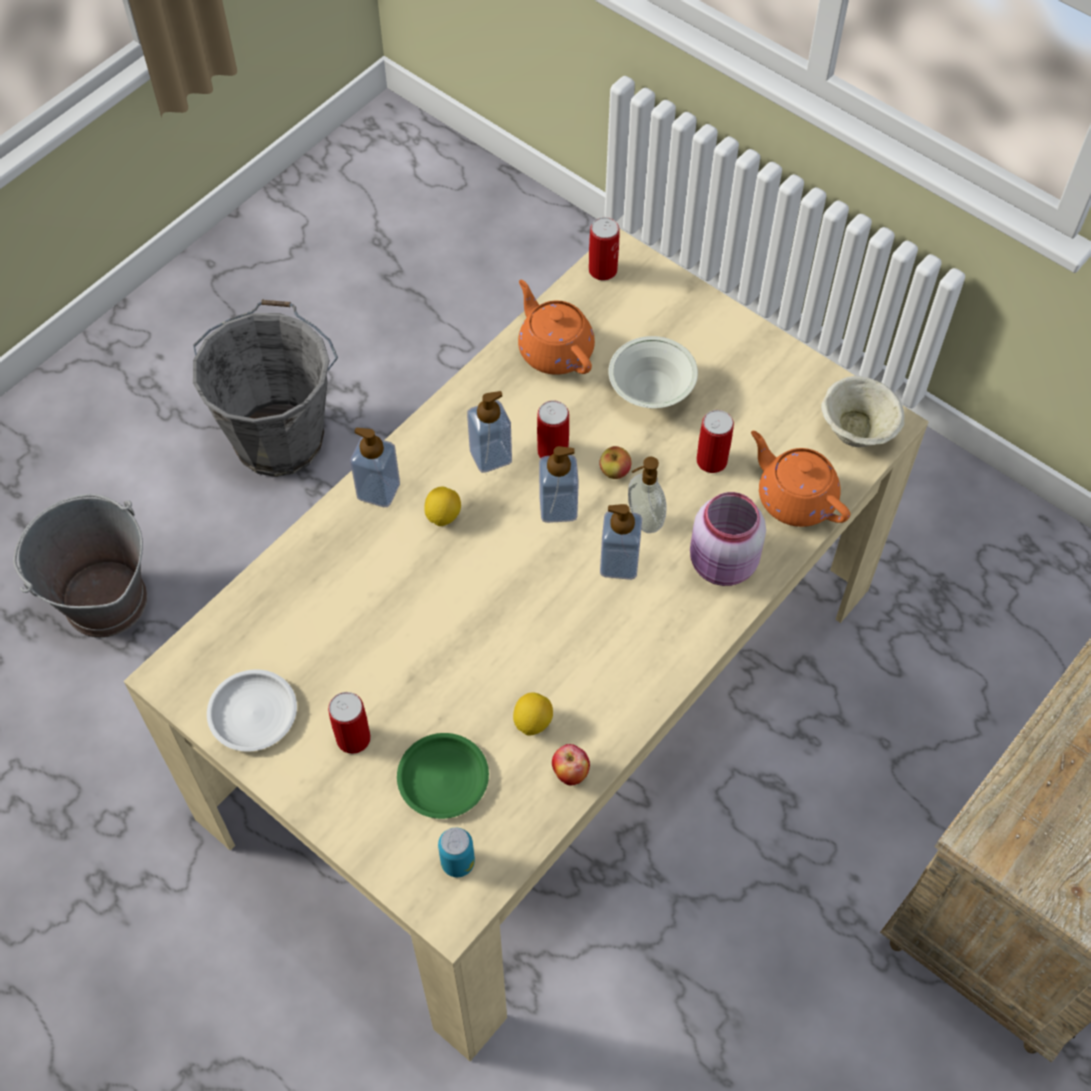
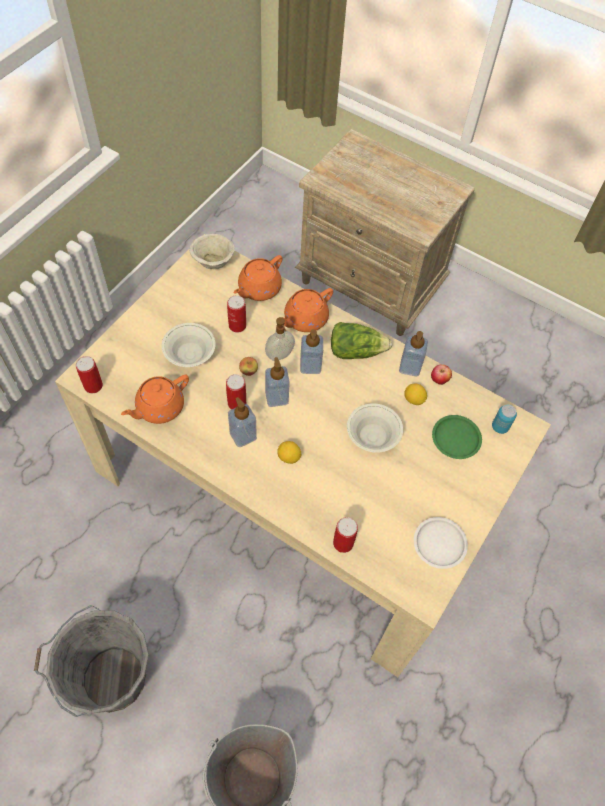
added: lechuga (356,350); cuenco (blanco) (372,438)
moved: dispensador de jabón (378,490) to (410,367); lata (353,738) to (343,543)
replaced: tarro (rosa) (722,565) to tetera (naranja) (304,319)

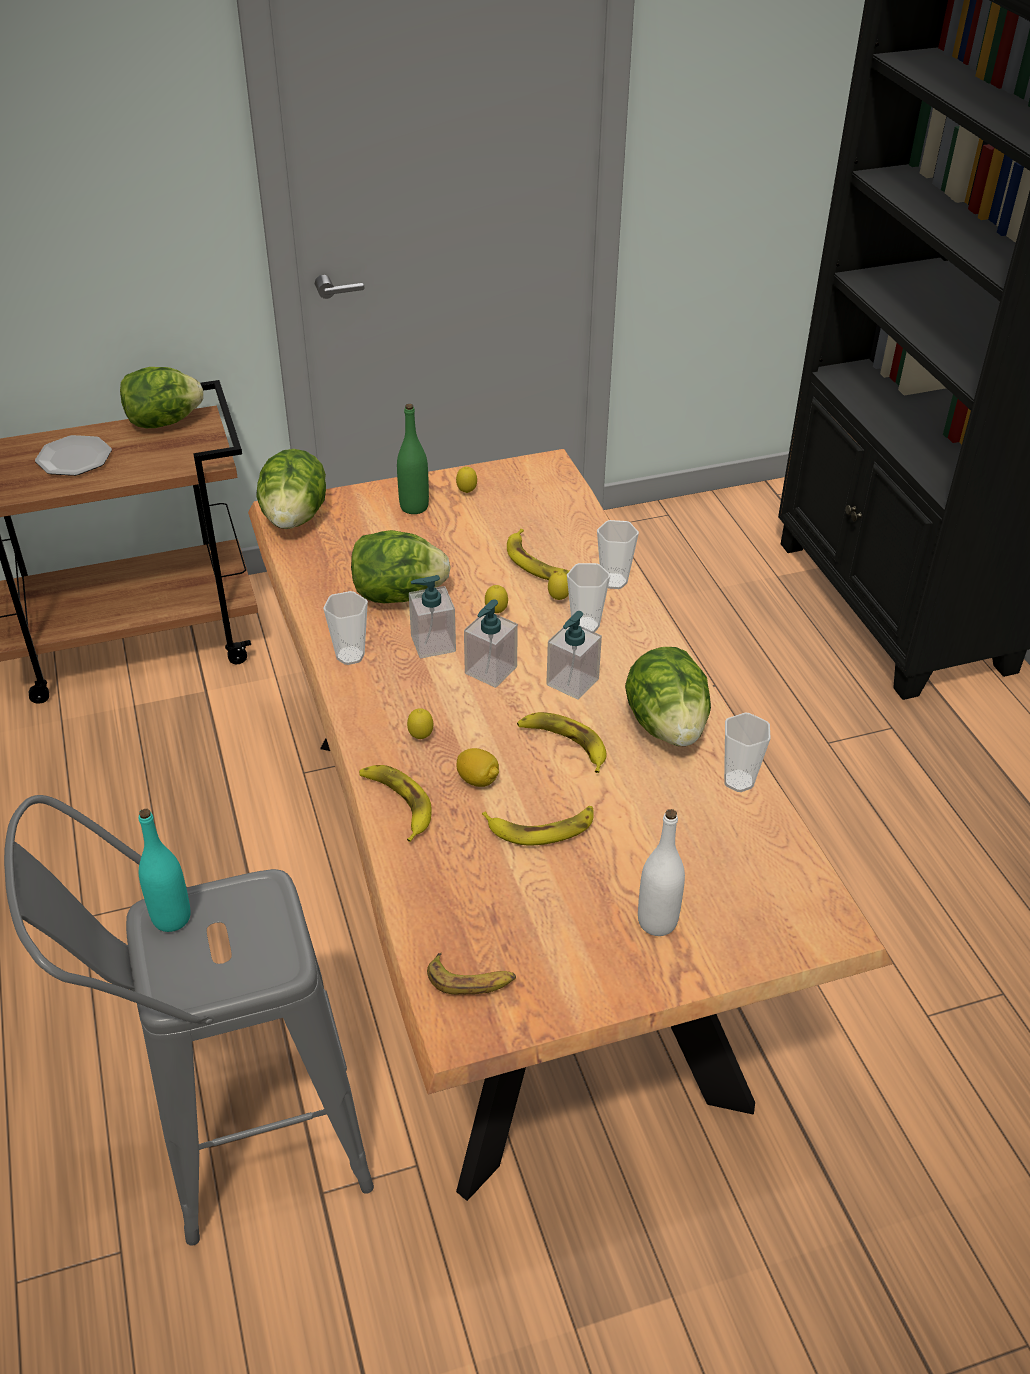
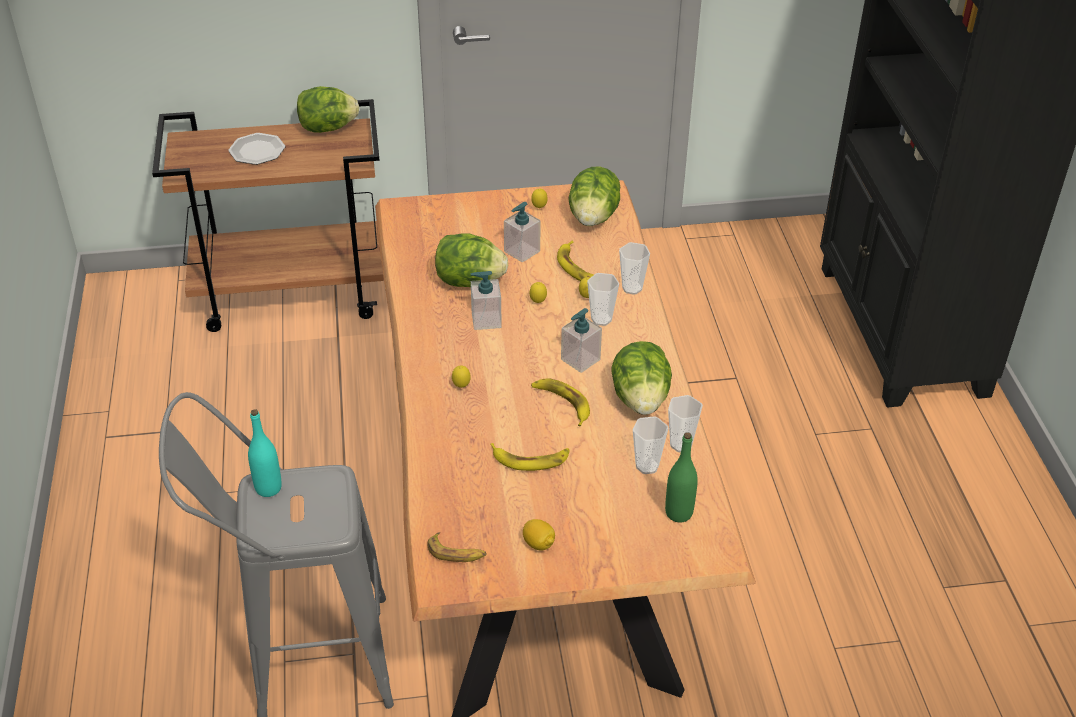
removed: plátano (397,803); botella (blanco) (657,921)
moved: botella (verde) (414,507) to (678,513); lechuga (294,518) to (593,218); taza (350,655) to (647,466); dispensador de jabón (490,670) to (522,251); limón (478,780) to (538,544)

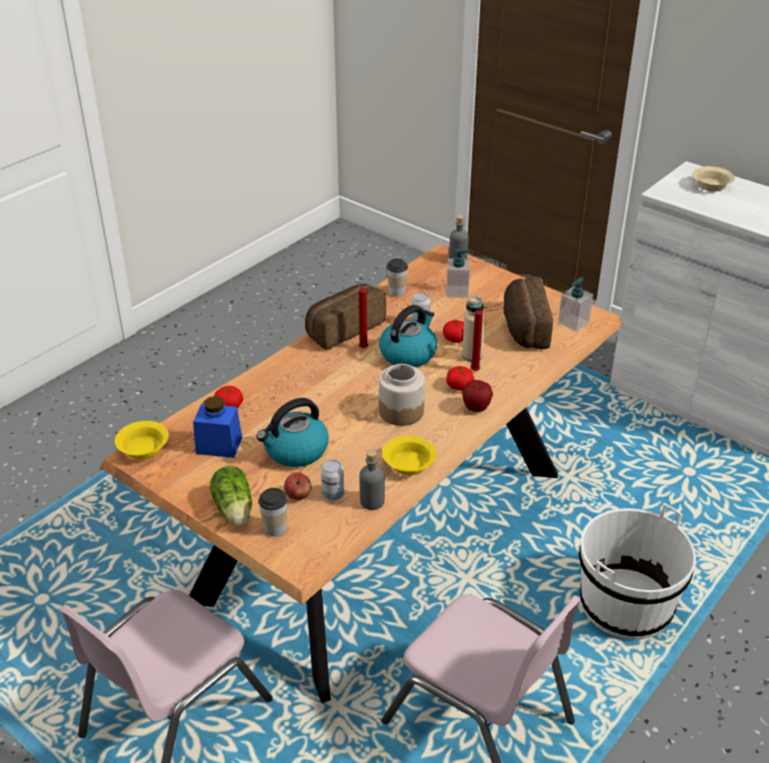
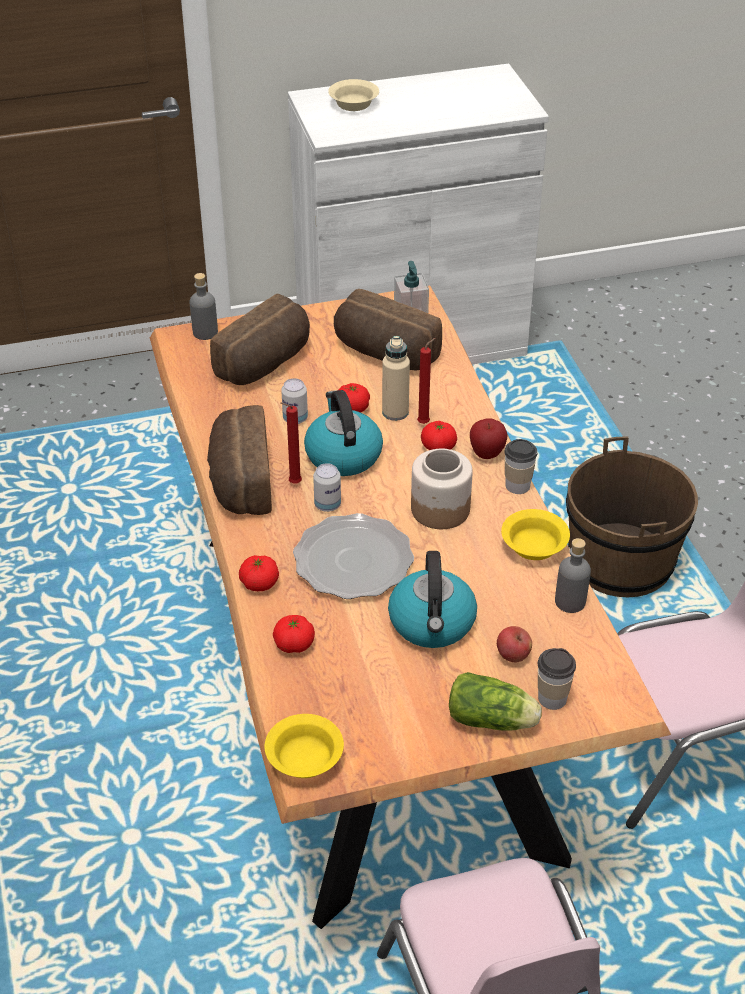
removed: tarro (azul) (219,445)
added: plato (353,560); tomate (259,583)
moved: taza (397,292) to (517,486); lata (333,494) to (327,505)
replaced: dispensador de jabón (457,291) to pan (266,363)
recoloured: cubo (blanco) (626,605) to cubo (marrón) (621,562)

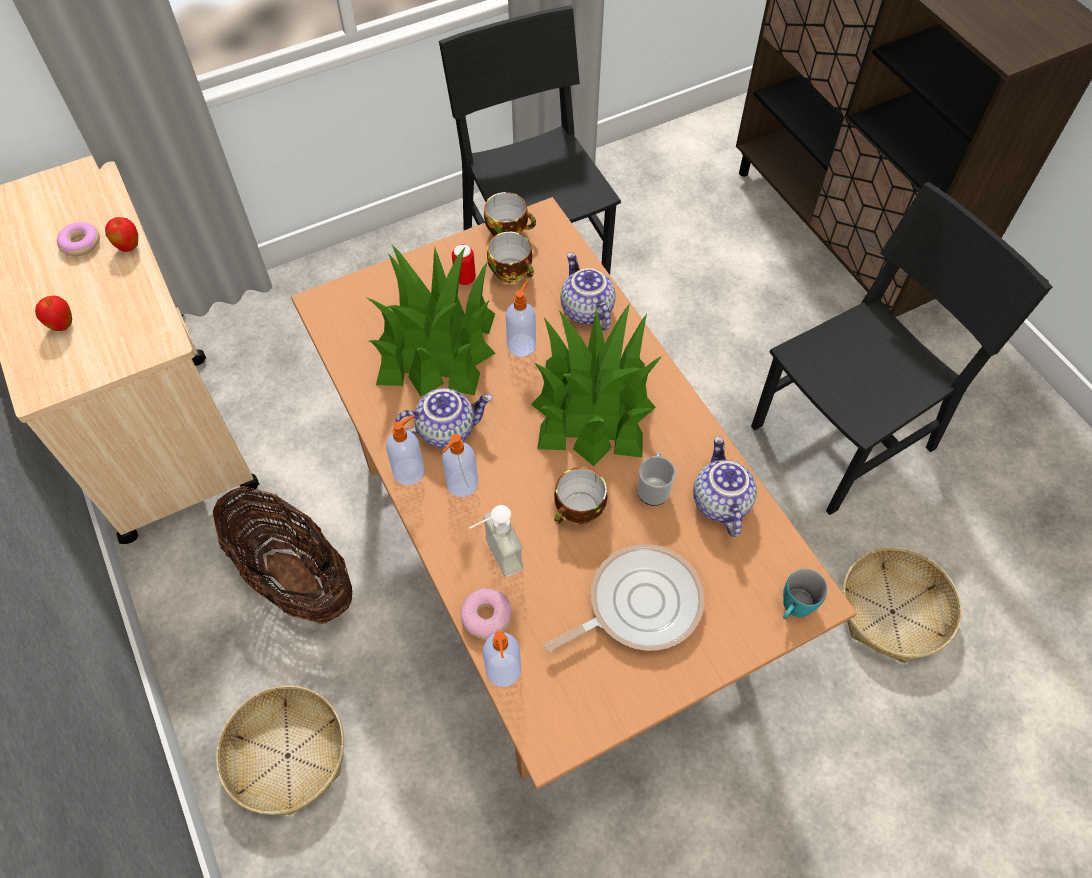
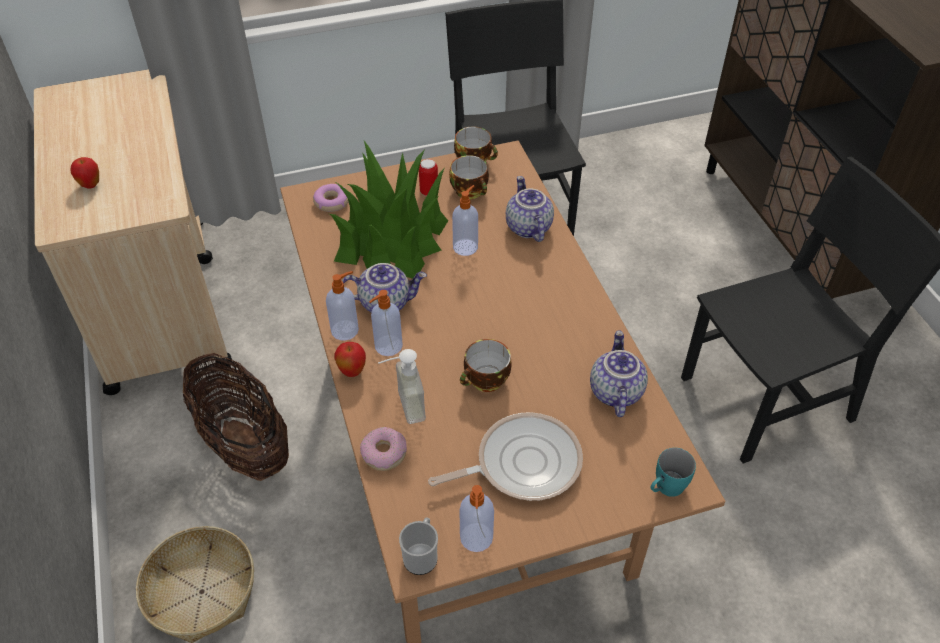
removed: planta en maceta (593,407); cesta (892,612)
moved: manzana (129,247) to (352,371); rosquilla (80,243) to (331,202); taza grande (653,488) to (421,555); dispensador de jabón (503,671) to (476,538)

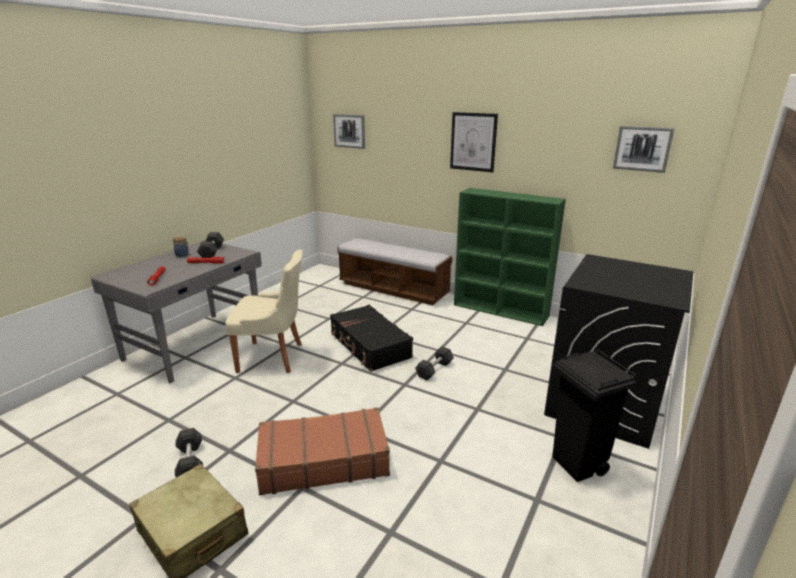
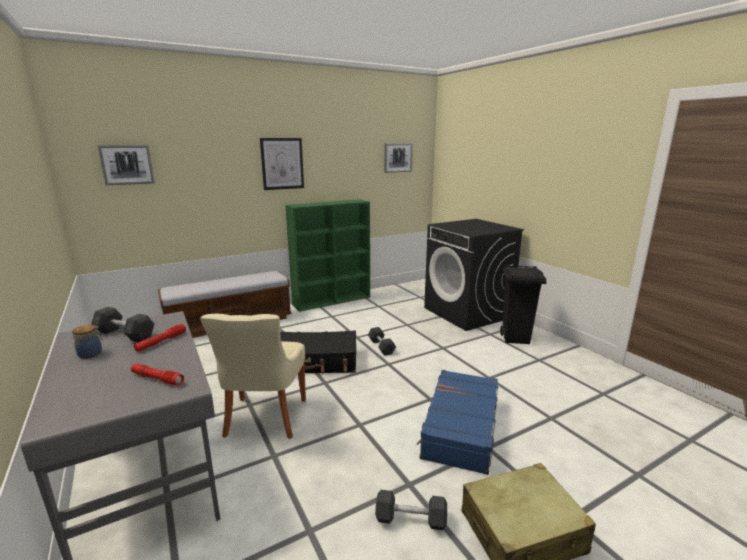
recoloured: maleta (marrón) (323,460) to maleta (azul) (459,428)
turned: silla (beis) (273,357) = (264,419) 150 degrees clockwise

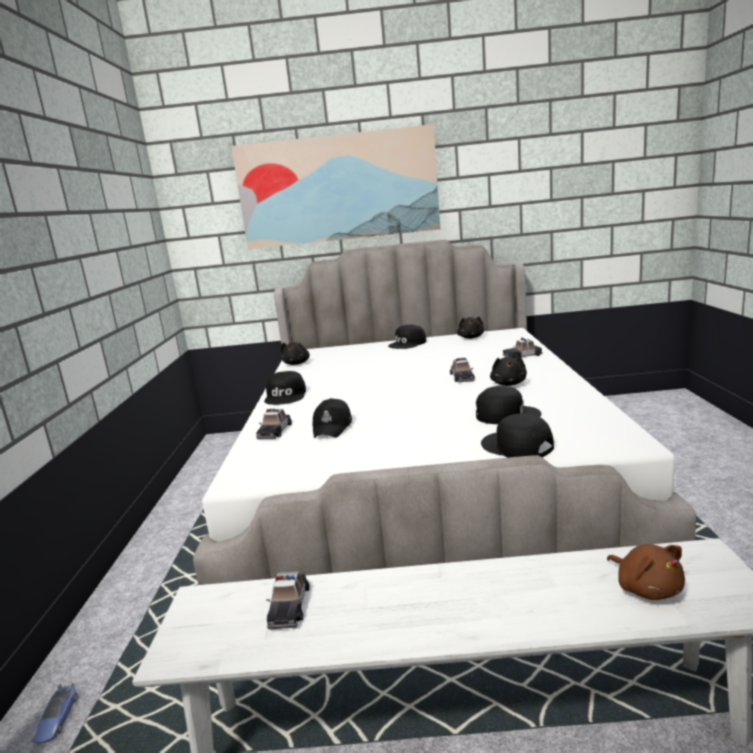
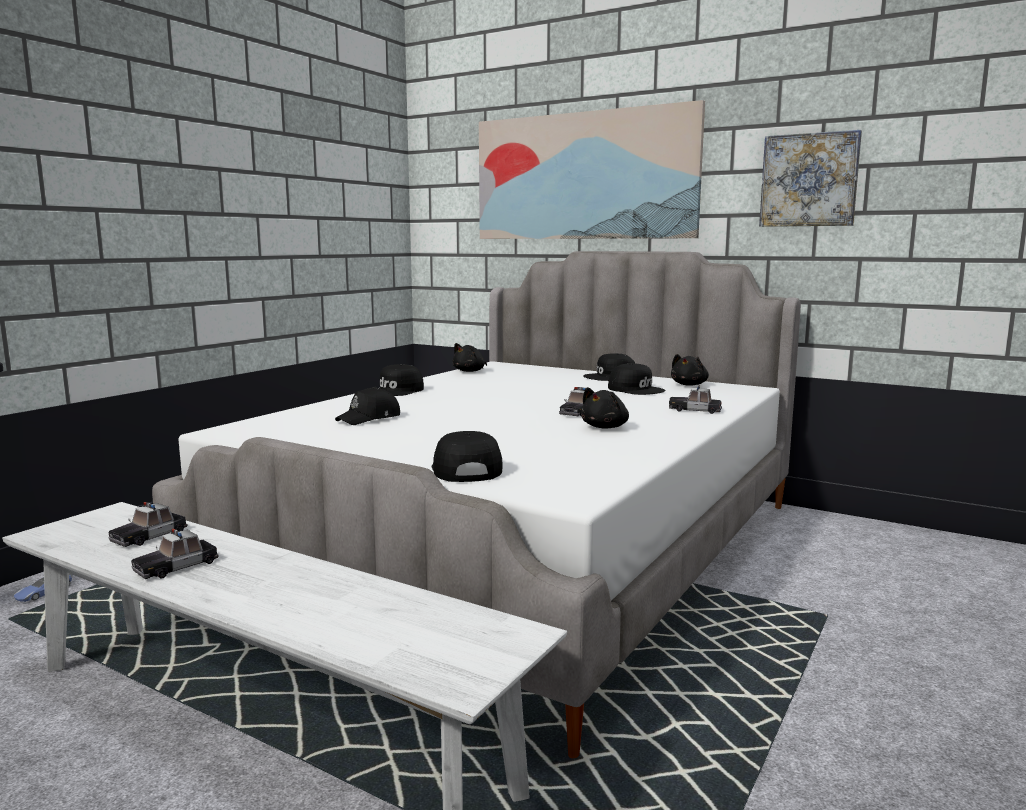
removed: peluche (marrón) (647,588)
added: cuadro (809,180)
moved: gorra (negro) (506,414) to (636,389); coche de juguete (274,431) to (176,566)

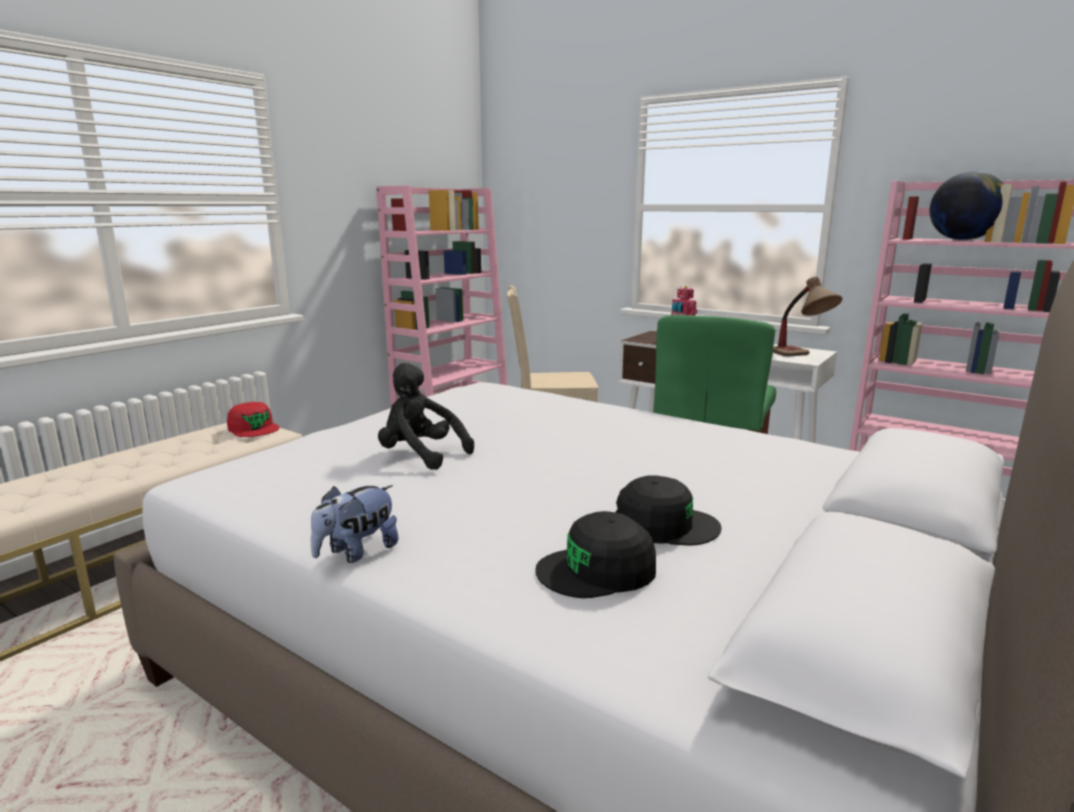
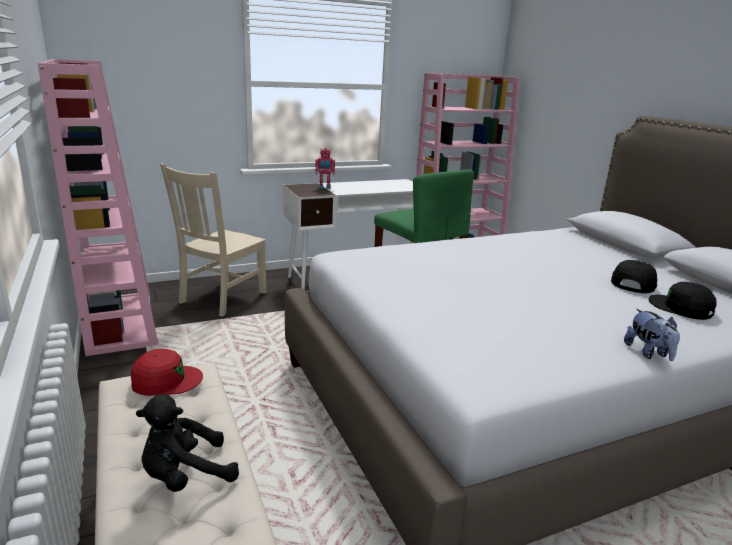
removed: globo terráqueo (961,240); lámpara de mesa (801,356)
moved: peluche (negro) (420,456) to (185,476)
turned: gorra (negro) (597,570) = (681,307) 120 degrees clockwise

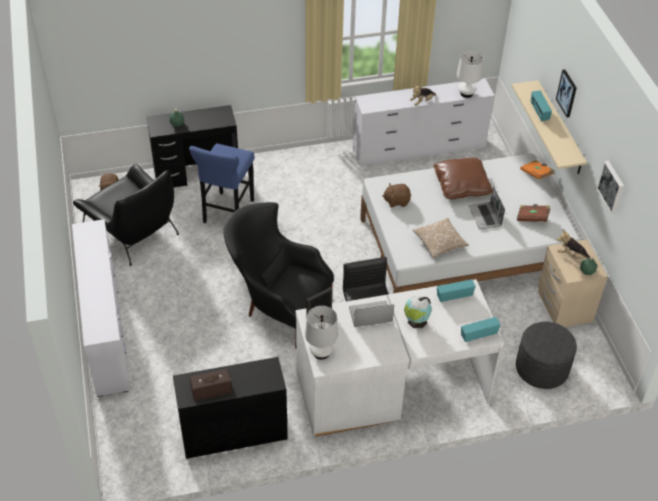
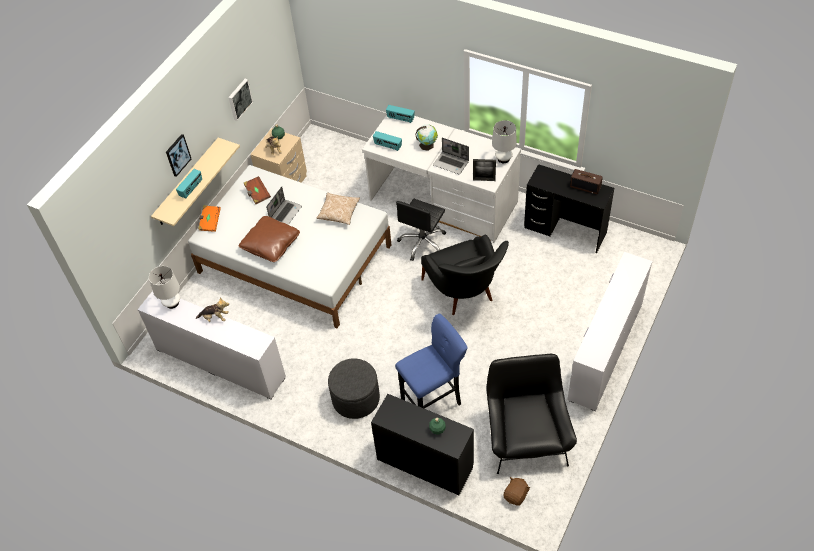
removed: peluche (marrón) (396,201)
moved: puf (gris) (542,368) to (356,398)

